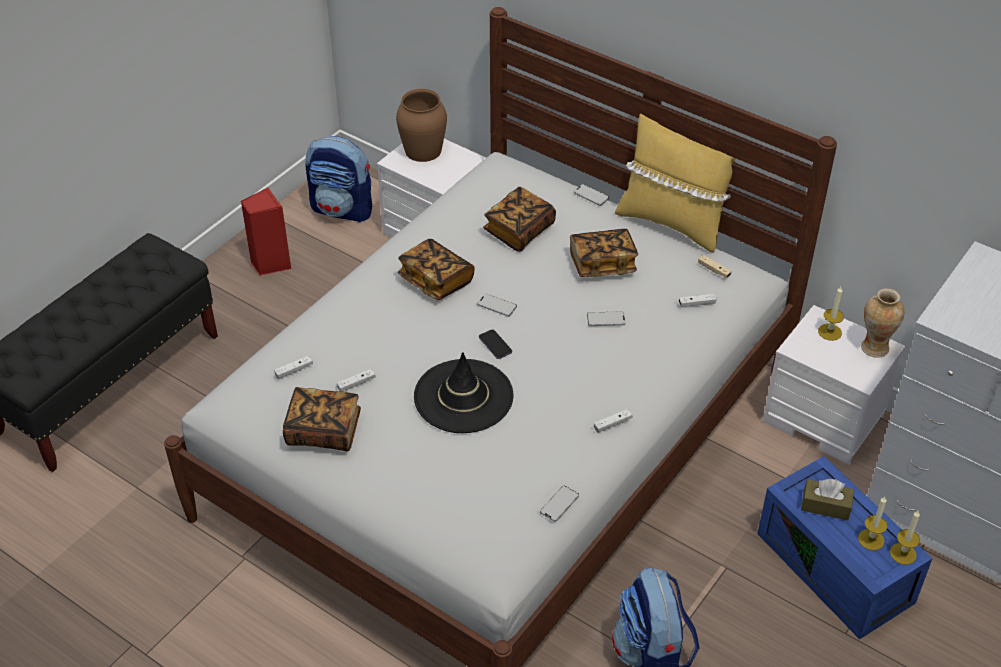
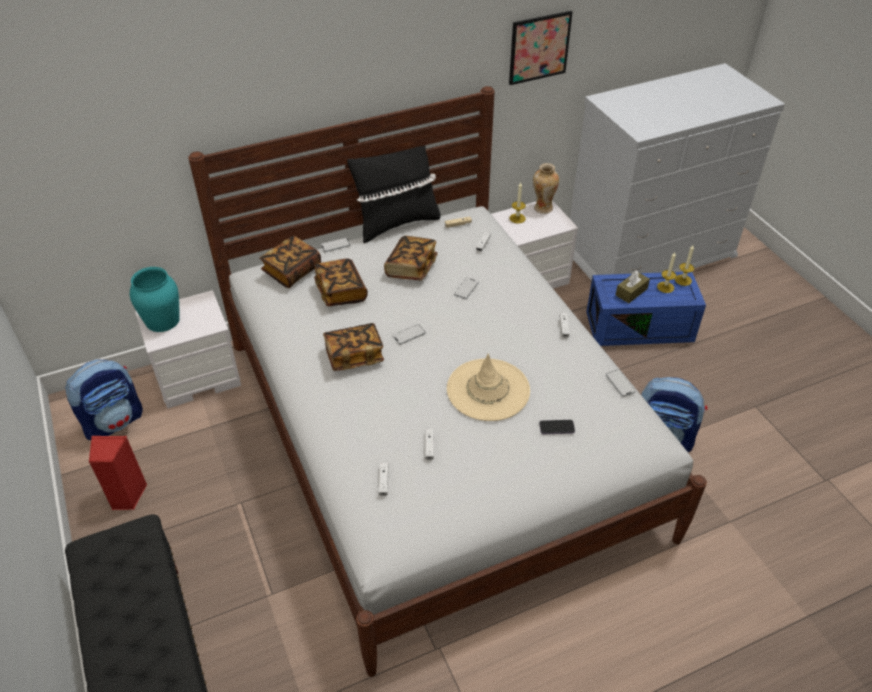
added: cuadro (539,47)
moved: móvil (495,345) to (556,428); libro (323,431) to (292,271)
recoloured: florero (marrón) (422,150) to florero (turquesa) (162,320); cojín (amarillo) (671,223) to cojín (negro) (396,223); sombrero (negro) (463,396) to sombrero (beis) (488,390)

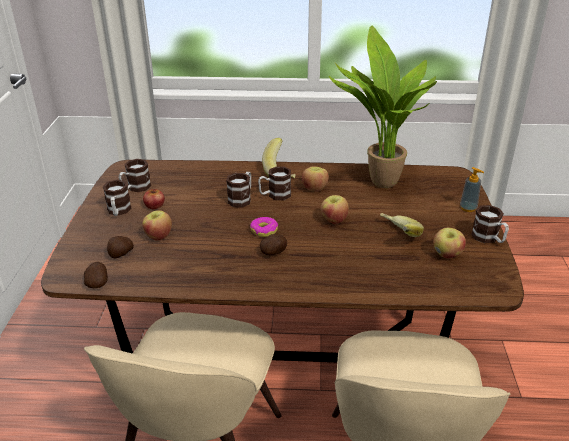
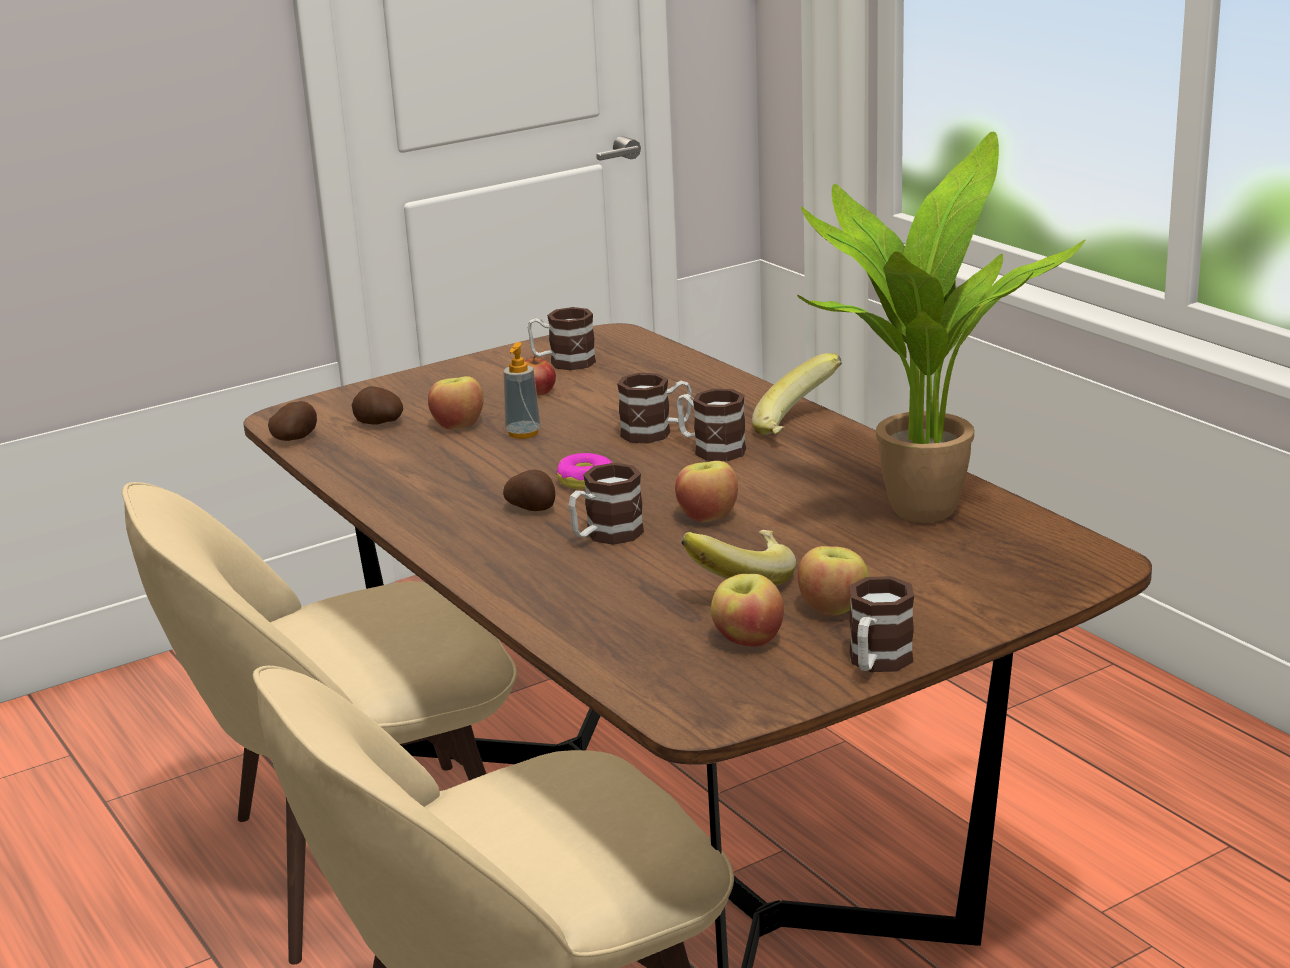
moved: manzana (314,188) to (833,608); dispensador de jabón (468,208) to (523,433); taza grande (118,211) to (605,536)

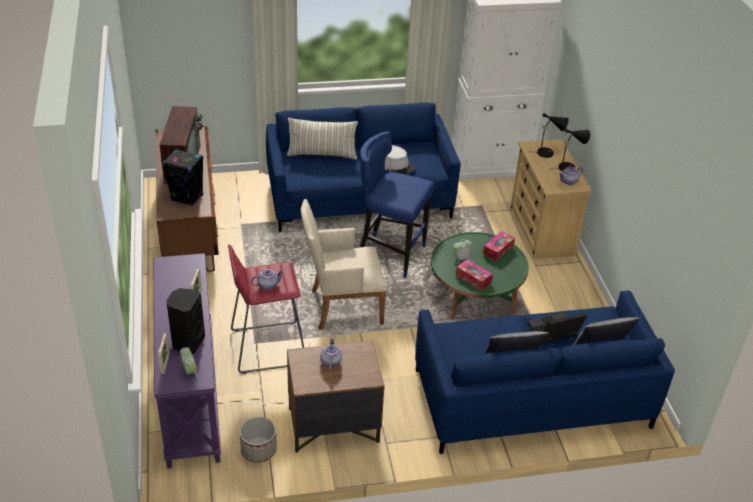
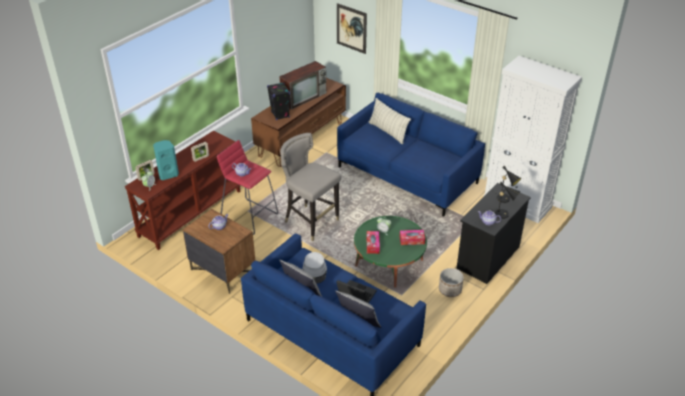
removed: taburete (azul) (390,254)
added: cuadro (351,28)
moved: sombrero (gris) (396,165) to (314,271); maceta (259,450) to (450,290)
replaced: sillón (beis) (341,307) to taburete (gris) (310,222)
recoloured: cómoda (beis) (542,231) to cómoda (negro) (488,257); mesa consola (morado) (189,392) to mesa consola (marrón) (190,213); altavoz (negro) (187,342) to altavoz (turquesa) (168,174)

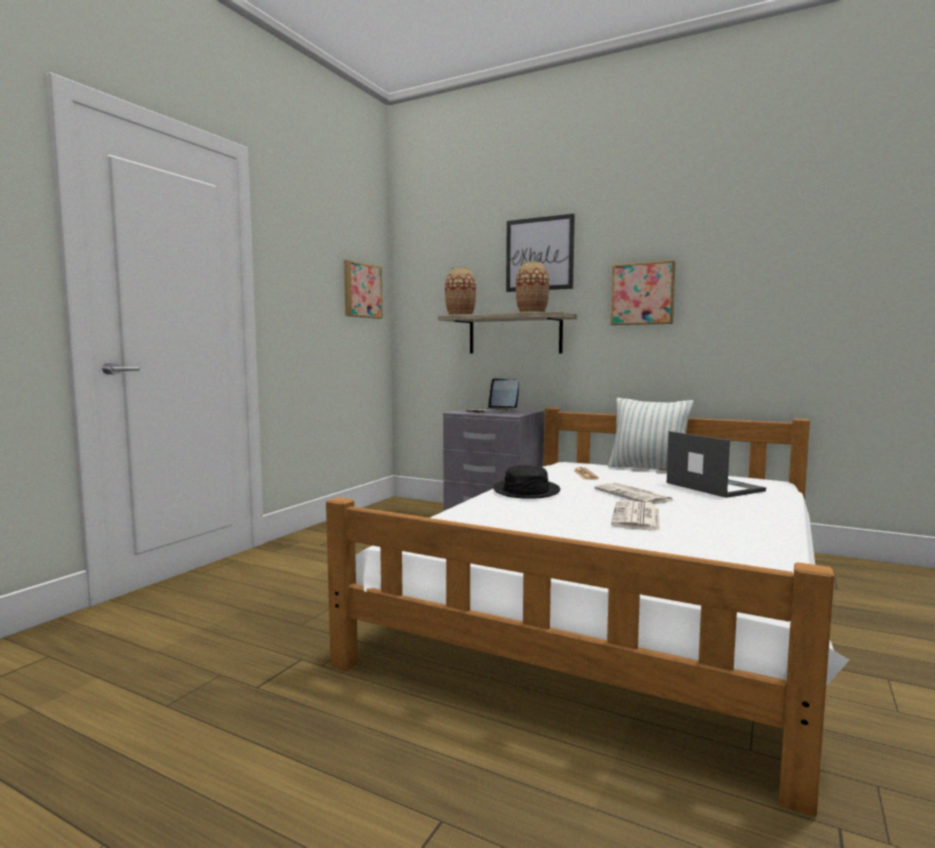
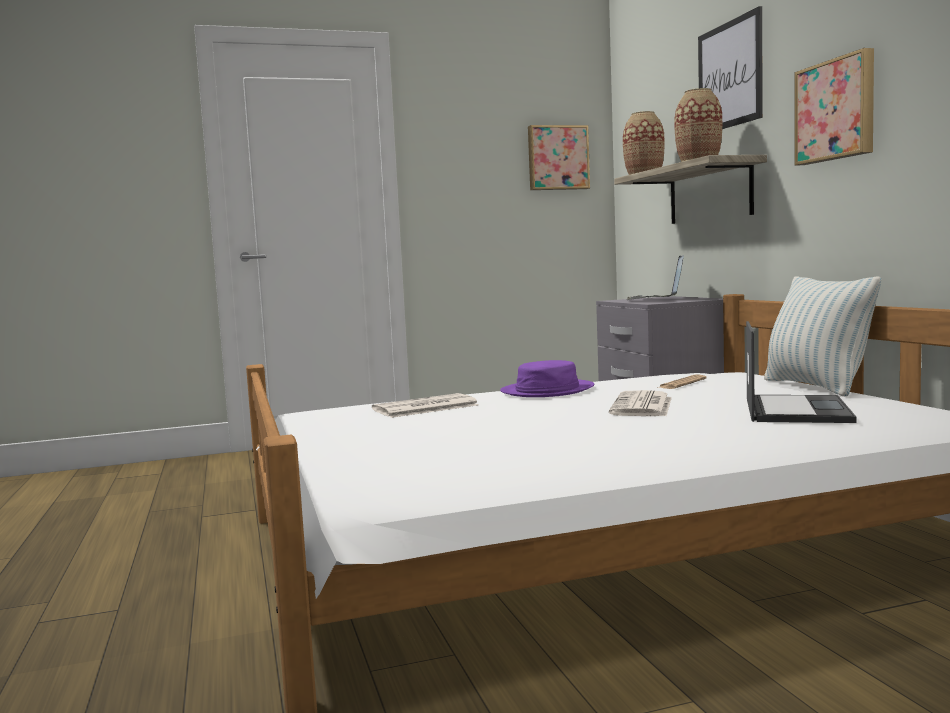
moved: periódico (636,517) to (424,408)
recoloured: sombrero (negro) (526,490) to sombrero (morado) (547,390)

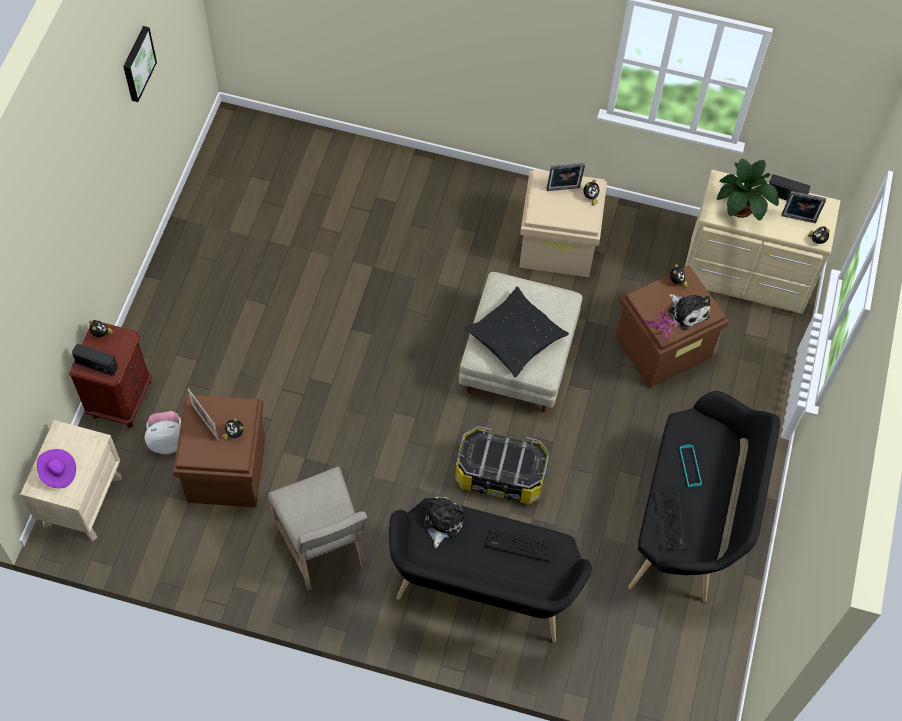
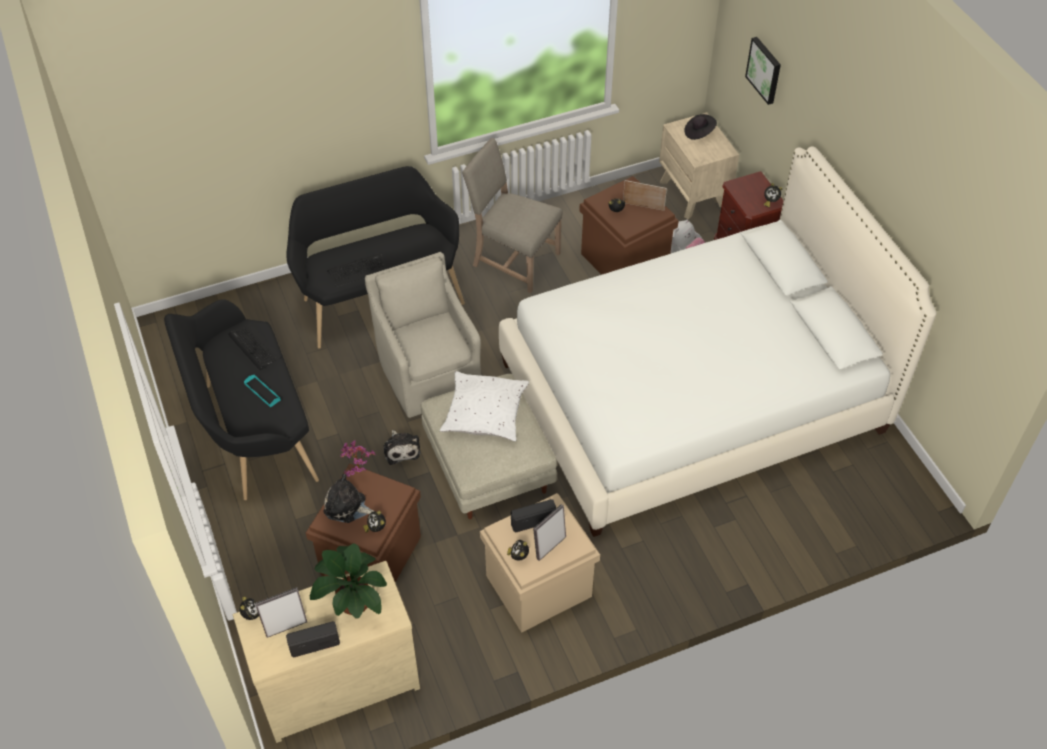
added: cama (blanco) (692,397)
moved: cuadro (137,63) to (765,70); radio (96,365) to (533,522); peluche (442,522) to (401,449)
replaced: caja de almacenaje (500,475) to sillón (beis) (428,373)
recoloured: cojín (negro) (515,336) to cojín (blanco) (485,413); sombrero (morado) (58,473) to sombrero (negro) (699,133)

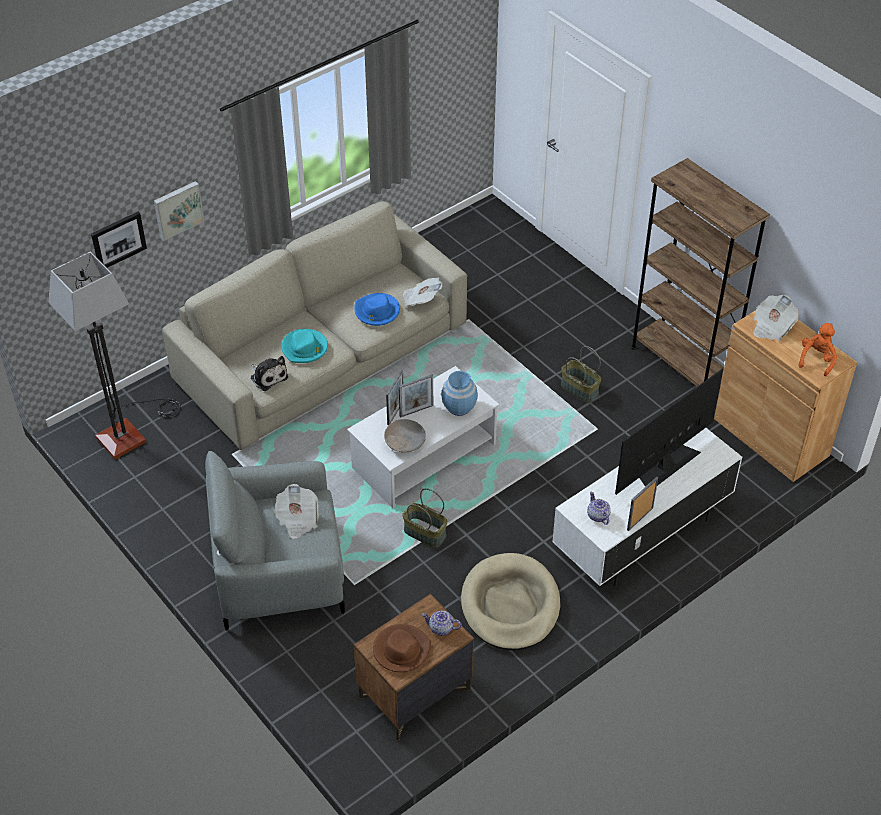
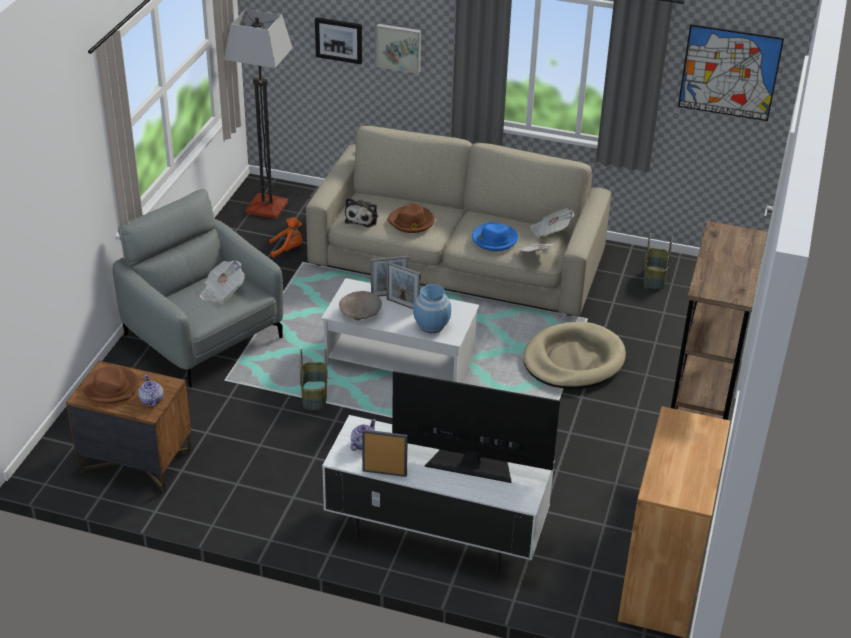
added: cuadro (729,72)
moved: periódico (771,327) to (550,232); peluche (naranja) (816,359) to (288,249); cesta (579,389) to (654,277); cama para perro (beis) (510,605) to (573,360)
recoloured: sombrero (turquesa) (305,348) to sombrero (marrón) (411,222)

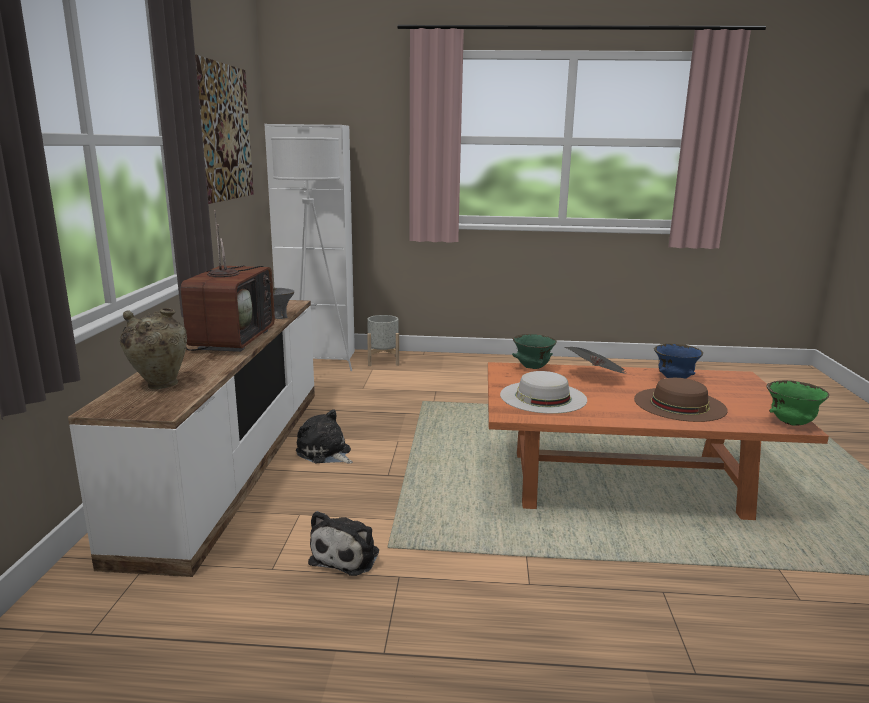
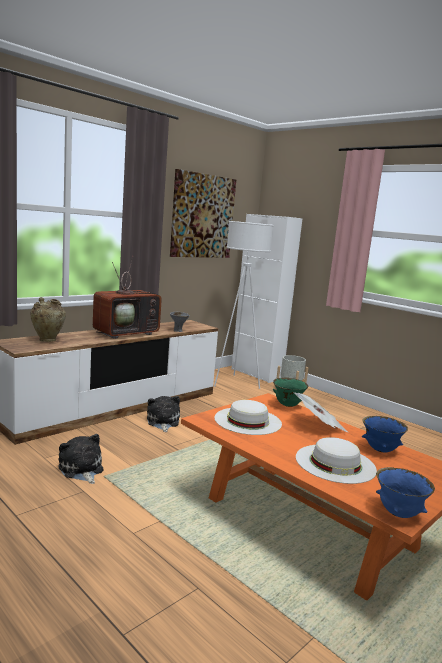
recoloured: sombrero (marrón) (679,404) to sombrero (blanco) (335,463); cuenco (verde) (791,423) to cuenco (azul) (399,514)
turned: peluche (347,555) = (81,470) 90 degrees clockwise

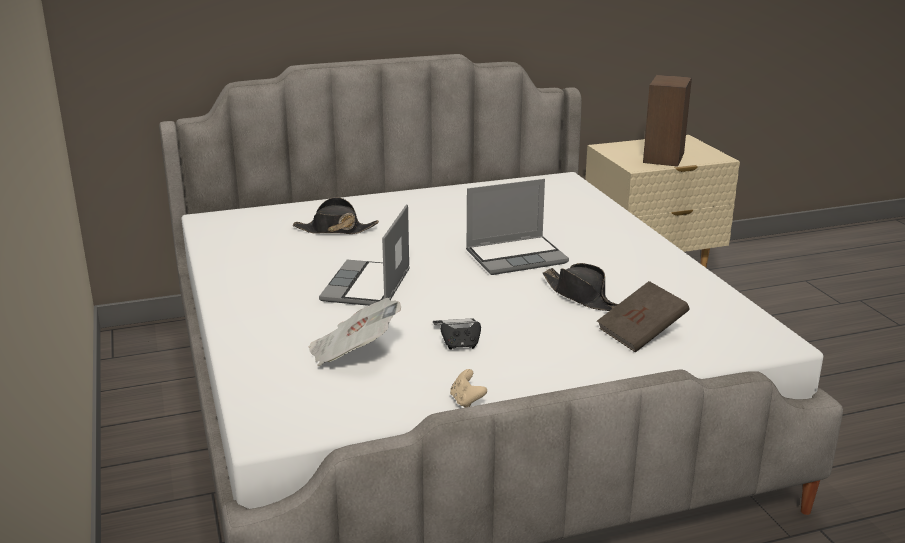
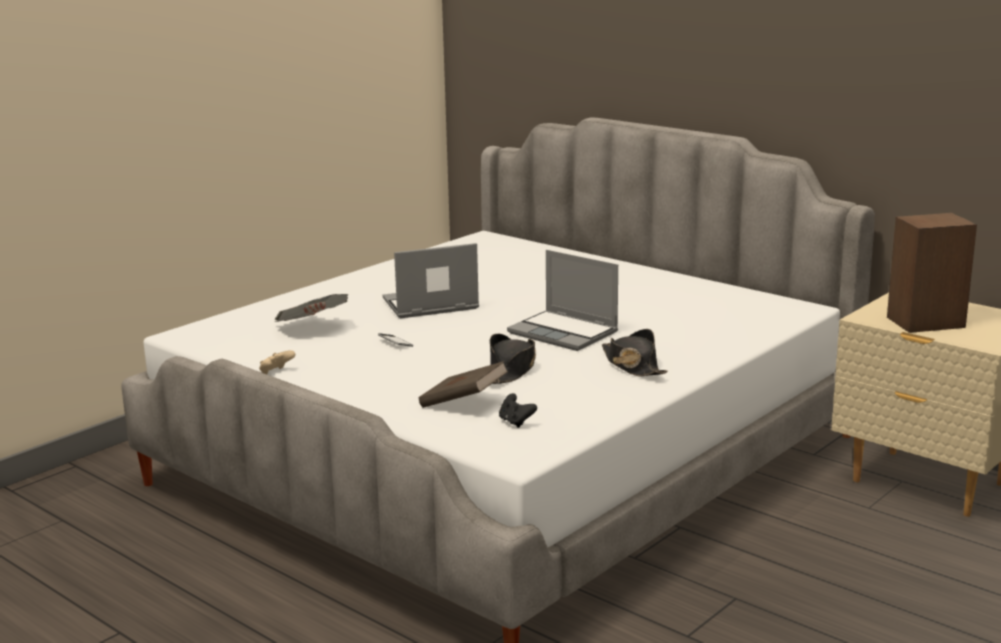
moved: sombrero (negro) (335,230) to (632,365); mando de consola (negro) (461,346) to (516,422)

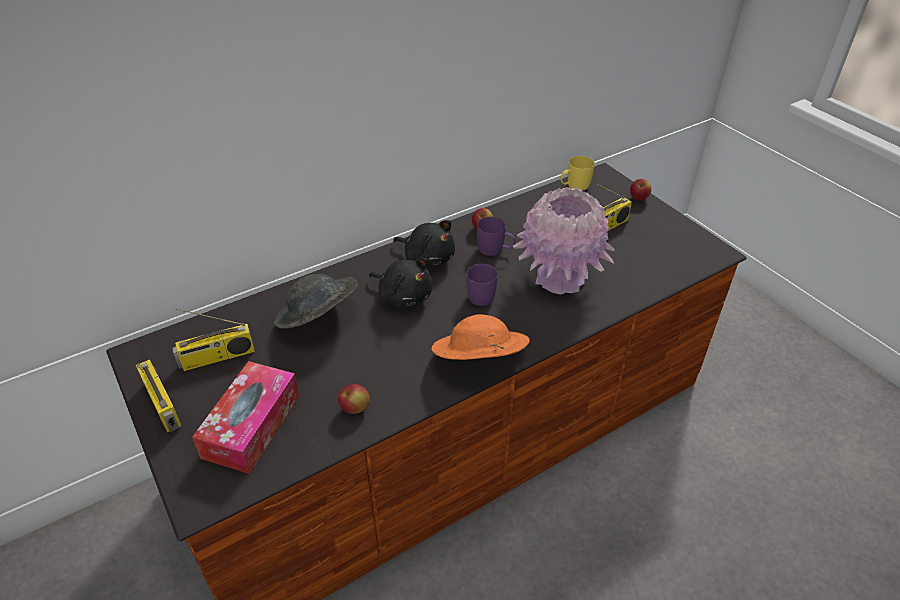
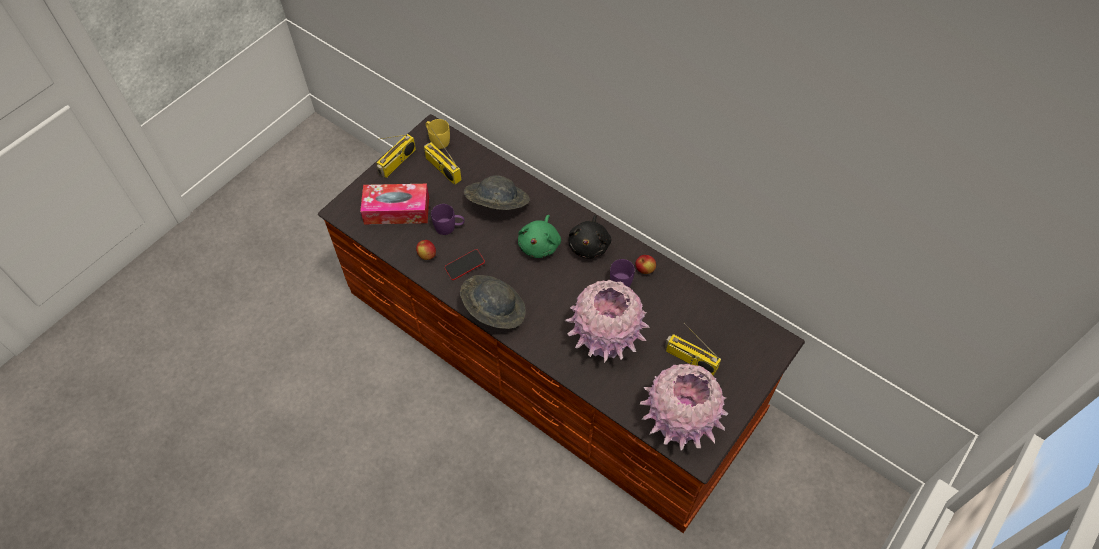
removed: manzana (638,198)
added: móvil (465,266); florero (rosa) (679,422)
moved: taza grande (amarillo) (574,186) to (437,140); taza grande (morado) (483,294) to (449,227)
recoloured: peluche (negro) (403,296) to peluche (verde) (540,244); sombrero (naranja) (479,360) to sombrero (gris) (493,310)

